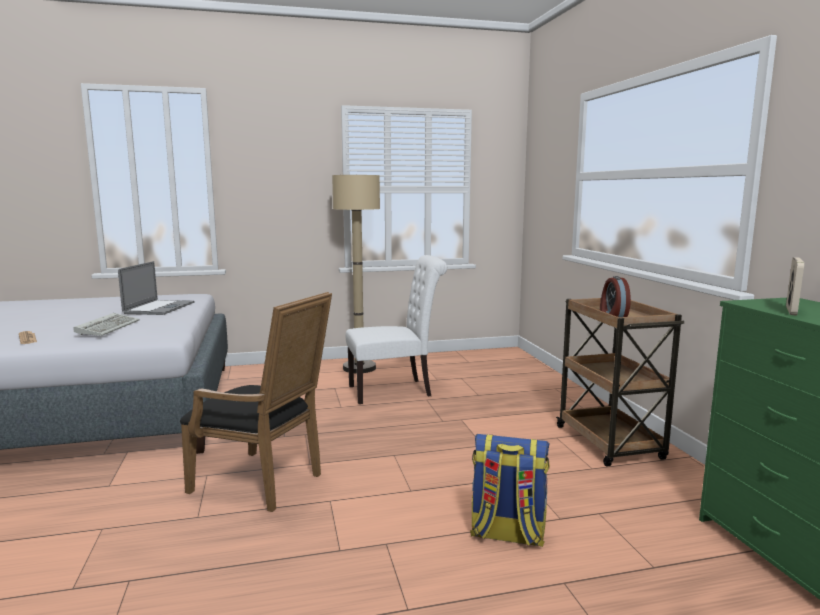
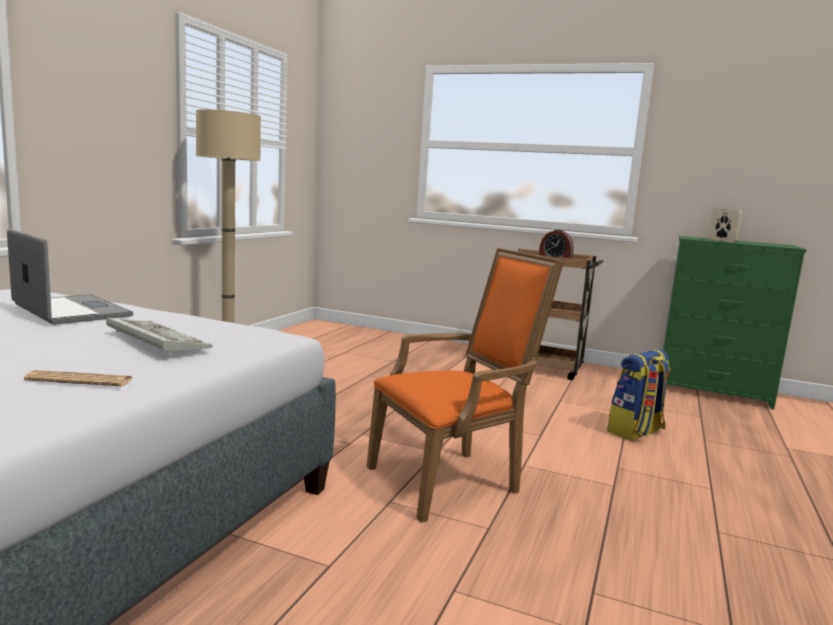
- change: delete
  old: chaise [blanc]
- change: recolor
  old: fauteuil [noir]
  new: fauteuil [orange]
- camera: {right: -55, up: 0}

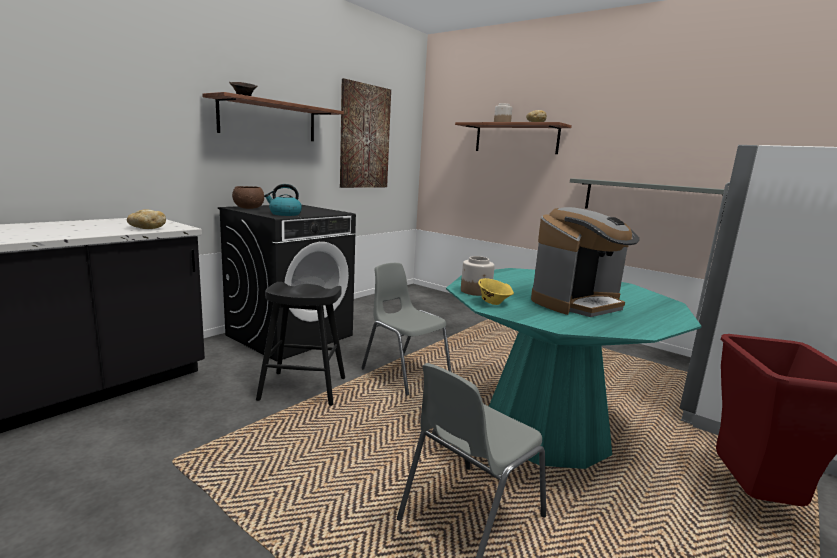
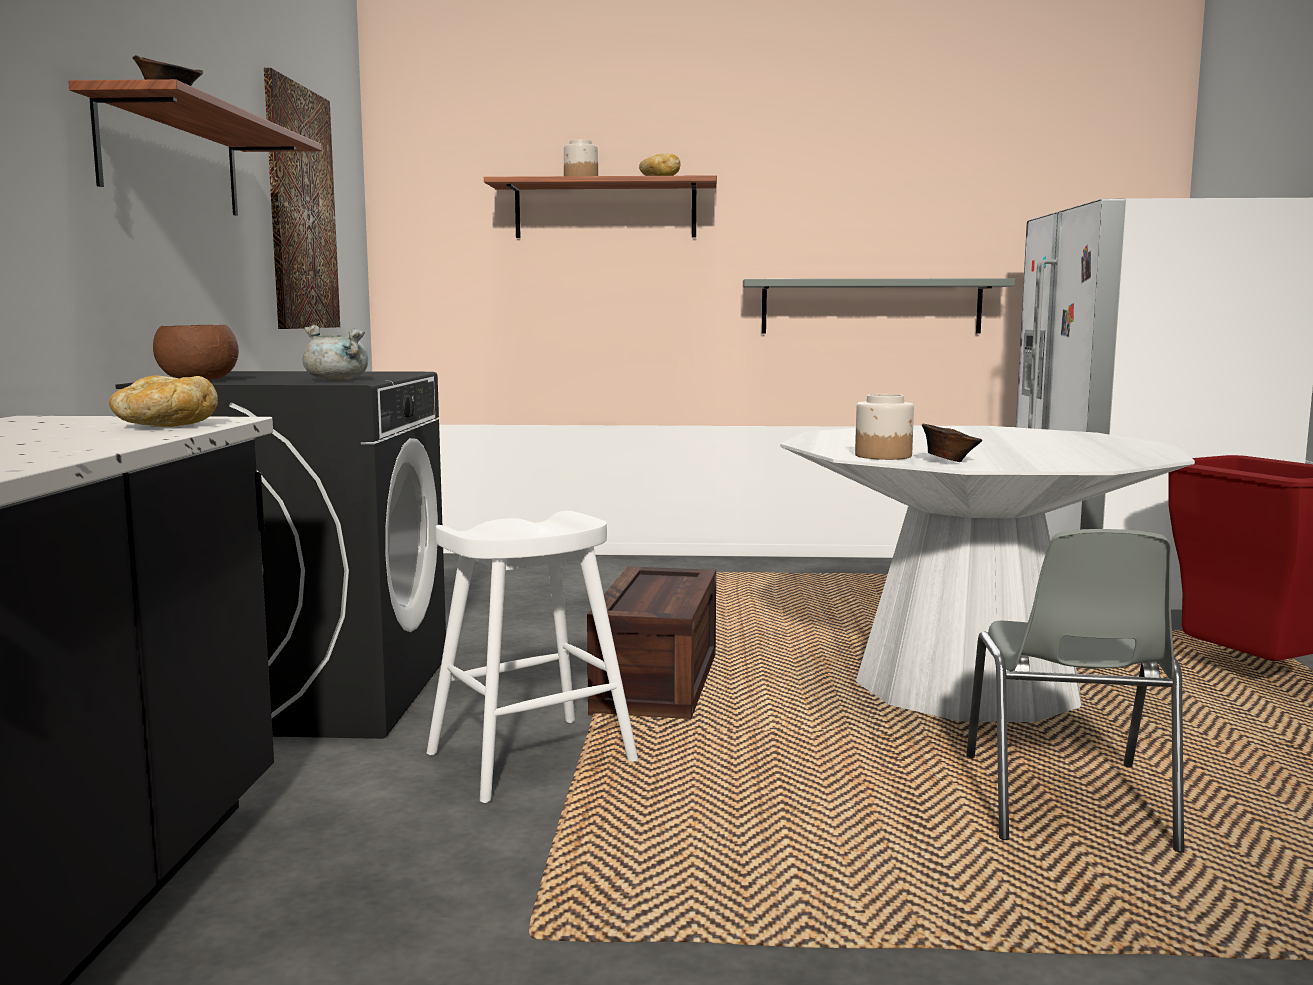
- change: delete
  old: machine à café
- change: replace
  old: bouilloire
  new: marmite [gris]
- change: replace
  old: chaise [gris] (1st from left)
  new: caisse
- change: recolor
  old: tabouret [noir]
  new: tabouret [blanc]
- change: recolor
  old: table à manger [turquoise]
  new: table à manger [blanc]
- change: recolor
  old: bol [jaune]
  new: bol [marron] (3rd from left)
- camera: {right: -35, up: -5}

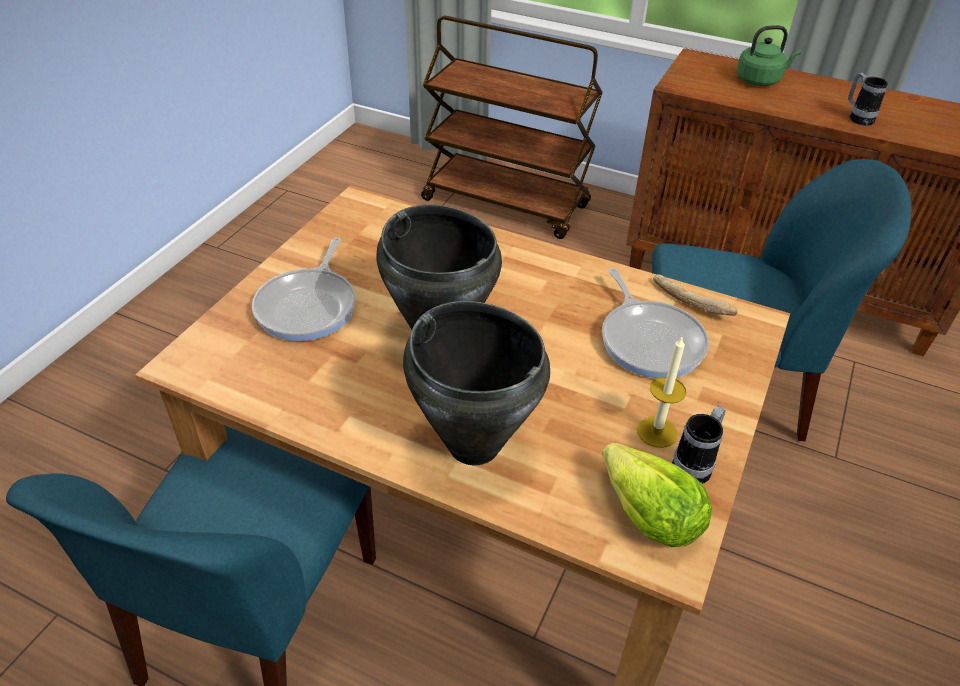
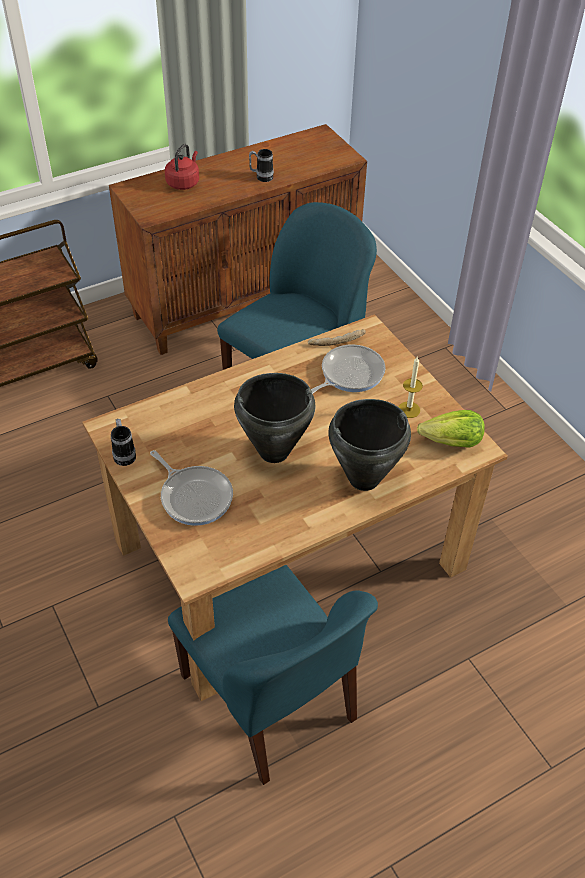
- change: move
  old: mug (1st from left)
- change: recolor
  old: bouilloire [vert]
  new: bouilloire [rouge]
- change: rotate
  old: poêle (2nd from left)
  degrees: -60
- camera: {right: -55, up: 5}

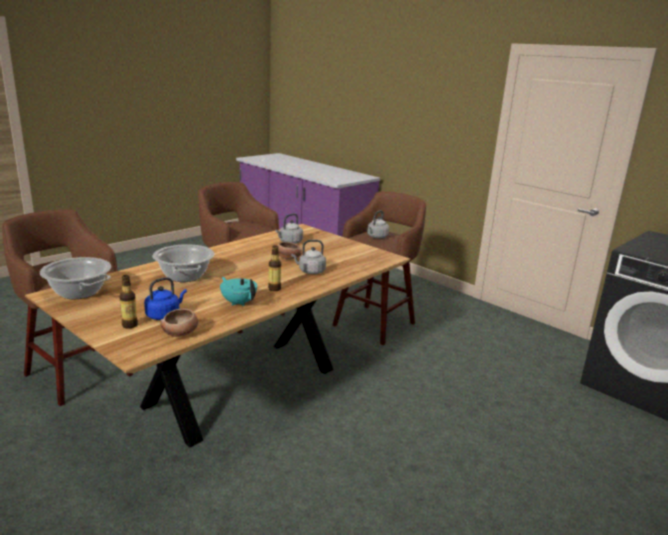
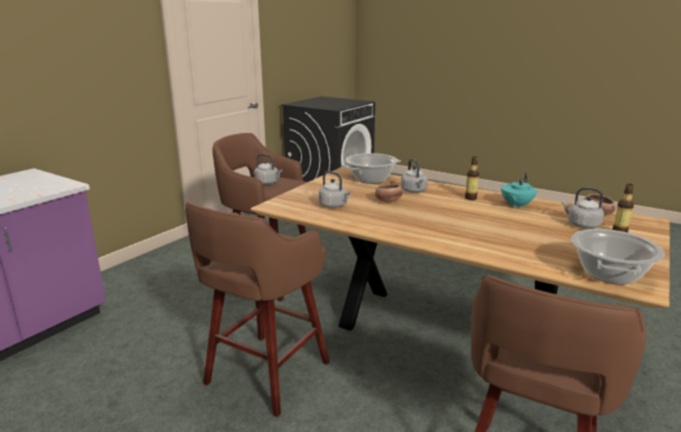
- change: move
  old: marmite (2nd from left in the first image)
  new: marmite (1st from left)
- change: recolor
  old: bouilloire [bleu]
  new: bouilloire [gris] (4th from left)
- camera: {right: -100, up: 0}

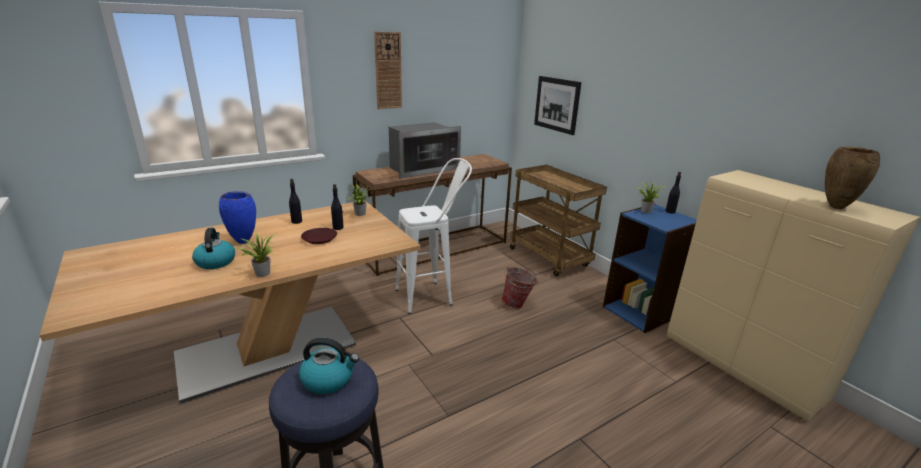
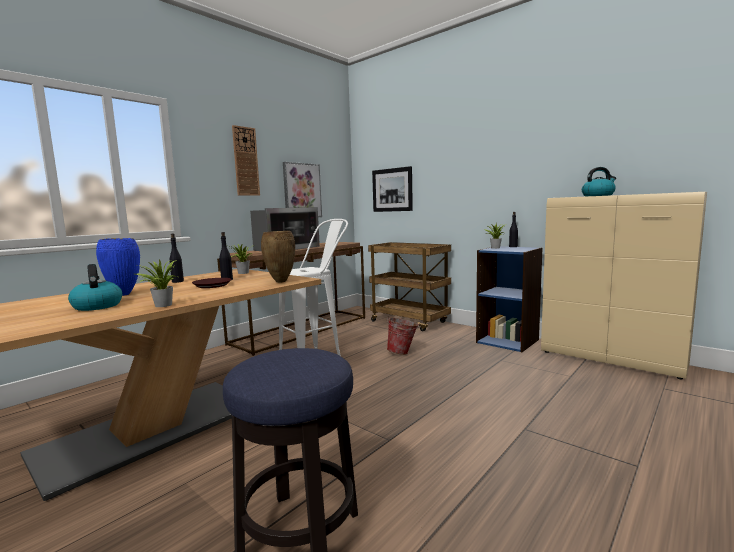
- change: insert
  new: tableau (1st from left)
- change: move
  old: bouilloire (2nd from left)
- change: move
  old: vase [marron]
- camera: {right: -15, up: -15}

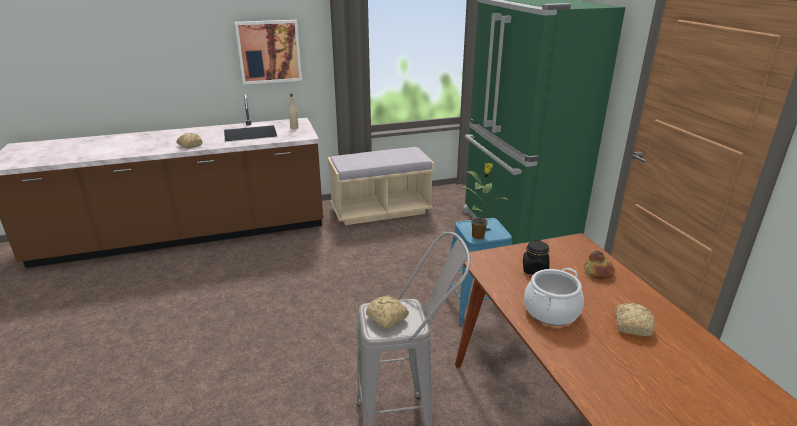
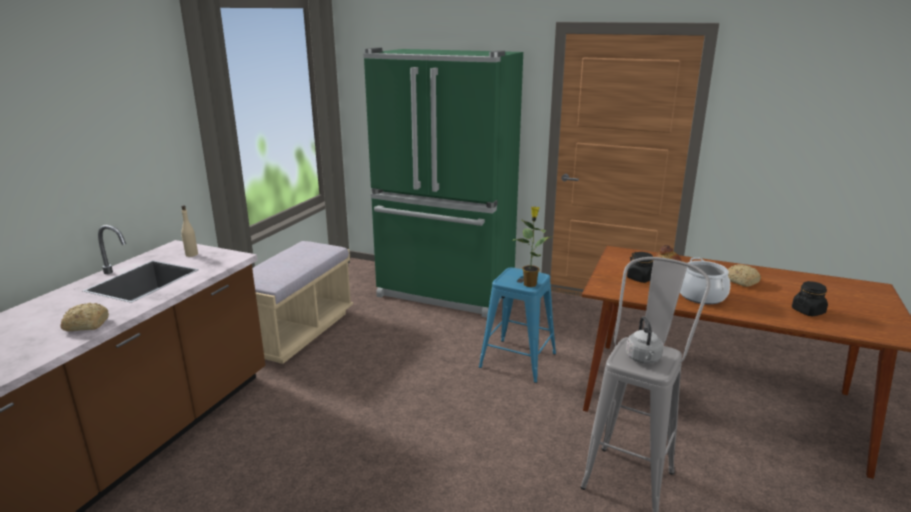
- change: delete
  old: tableau
- change: insert
  new: bocal [noir] (2nd from left)
- change: replace
  old: pain (2nd from left)
  new: bouilloire [gris]
- camera: {right: -50, up: -5}

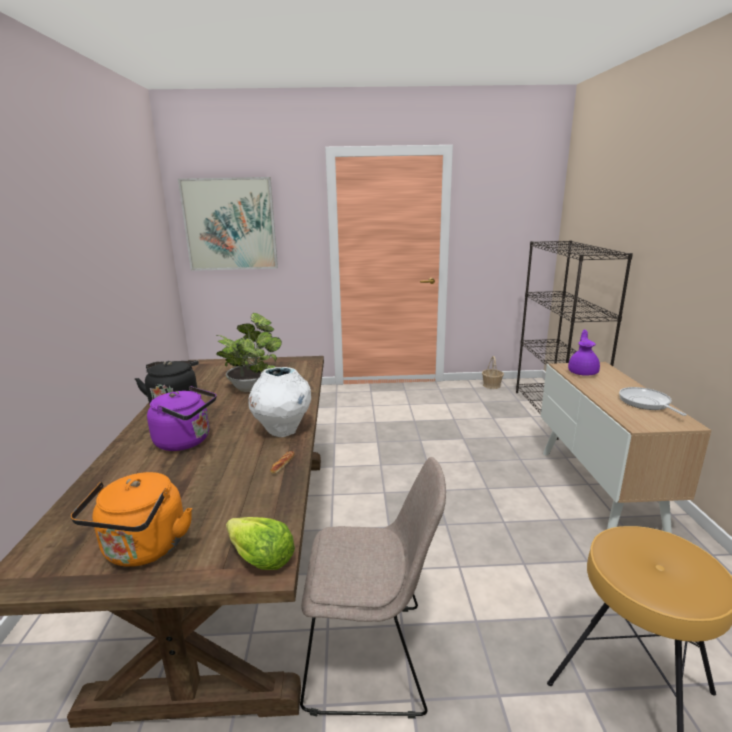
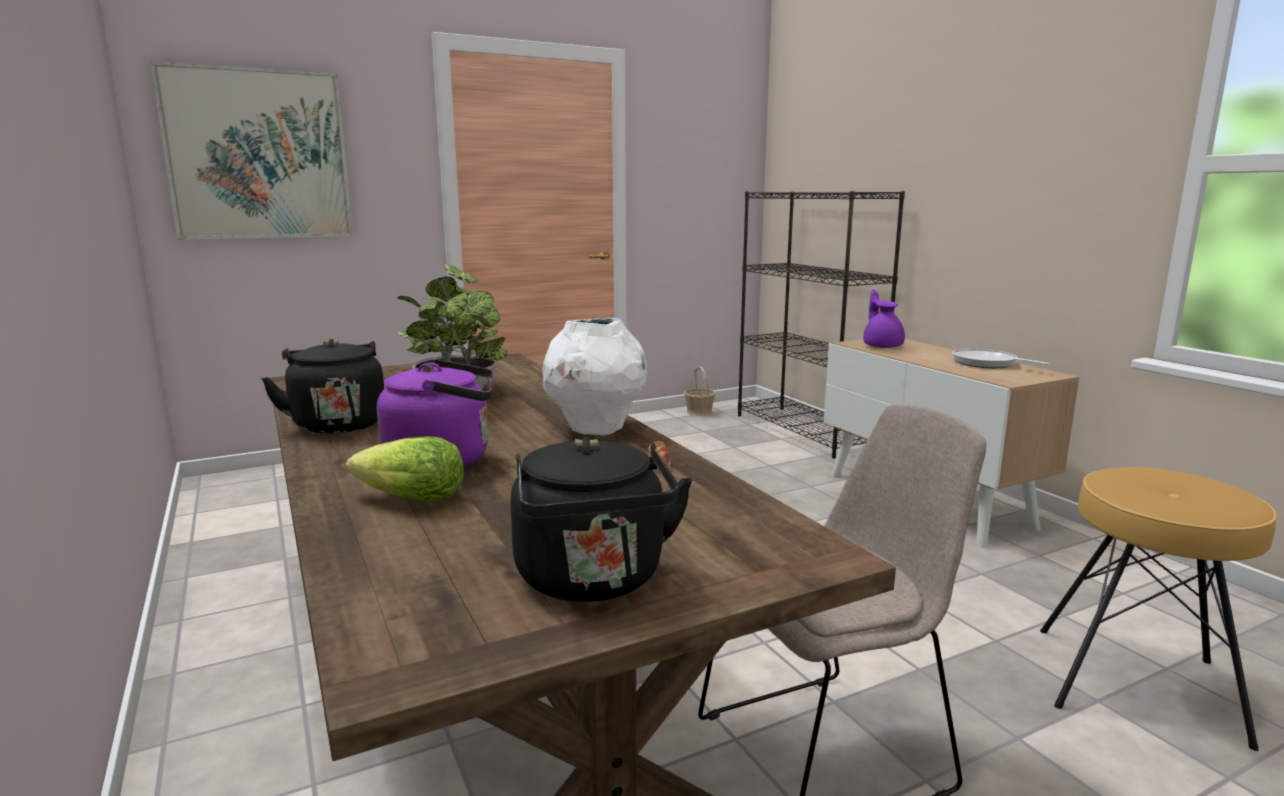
- change: move
  old: laitue
- change: recolor
  old: bouilloire [orange]
  new: bouilloire [noir] (2nd from left)
- camera: {right: -25, up: -5}

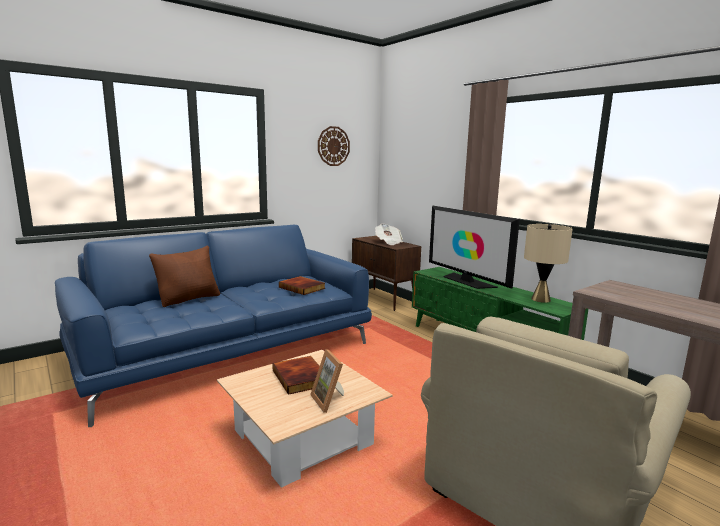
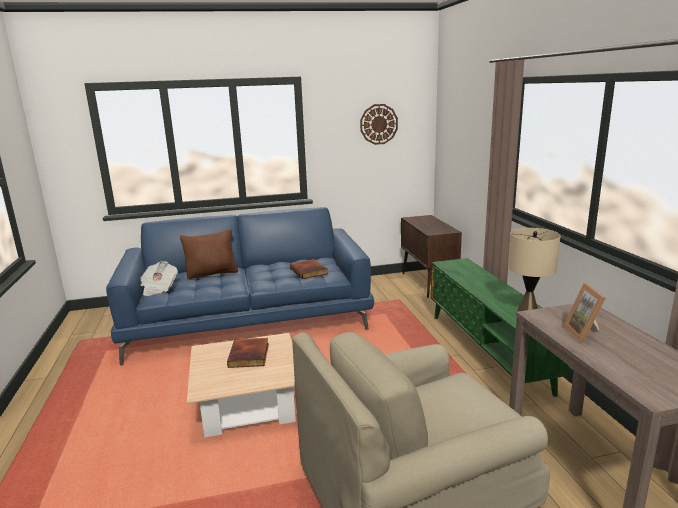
- change: delete
  old: téléviseur
- change: move
  old: cadre photo
- change: move
  old: journal
- camera: {right: 25, up: 5}

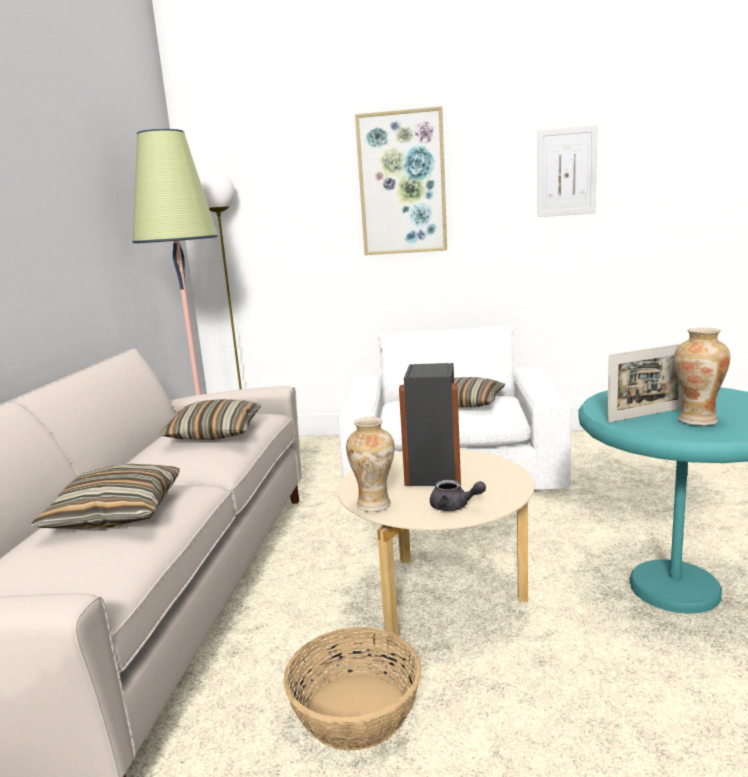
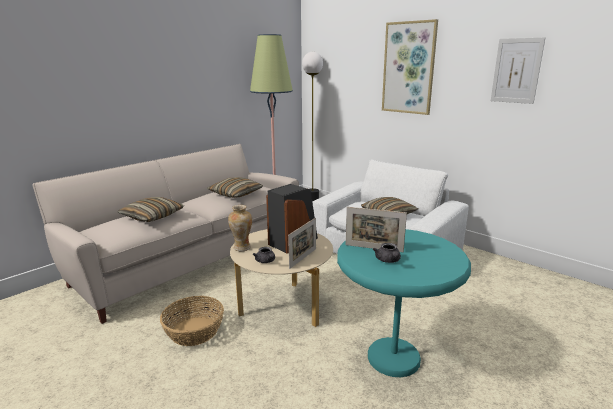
- change: insert
  new: cadre photo (1st from left)
- change: replace
  old: vase (2nd from left)
  new: théière [gris] (2nd from left)
- camera: {right: 35, up: 5}

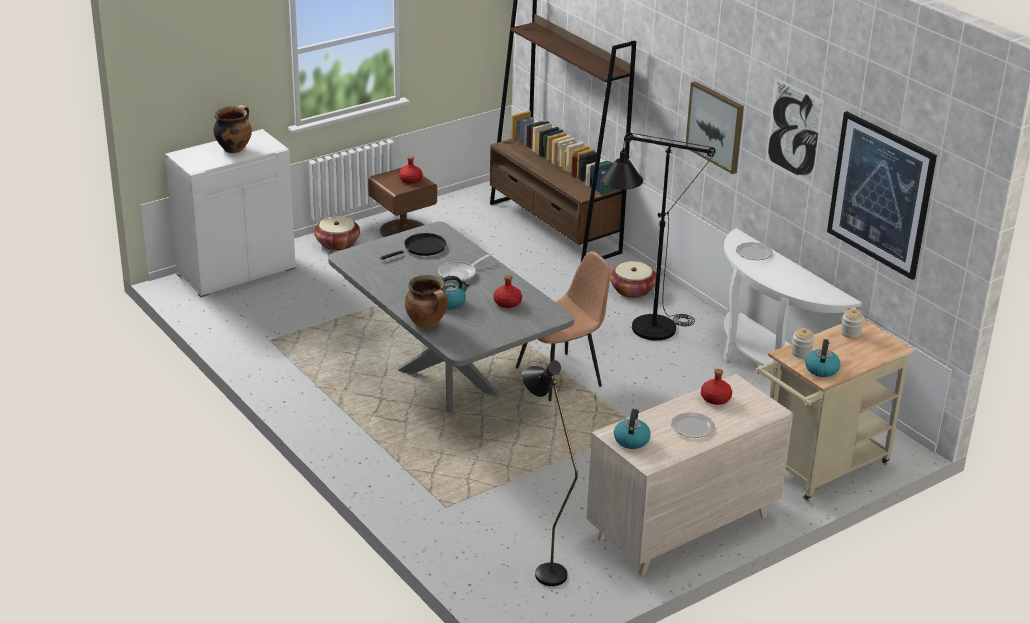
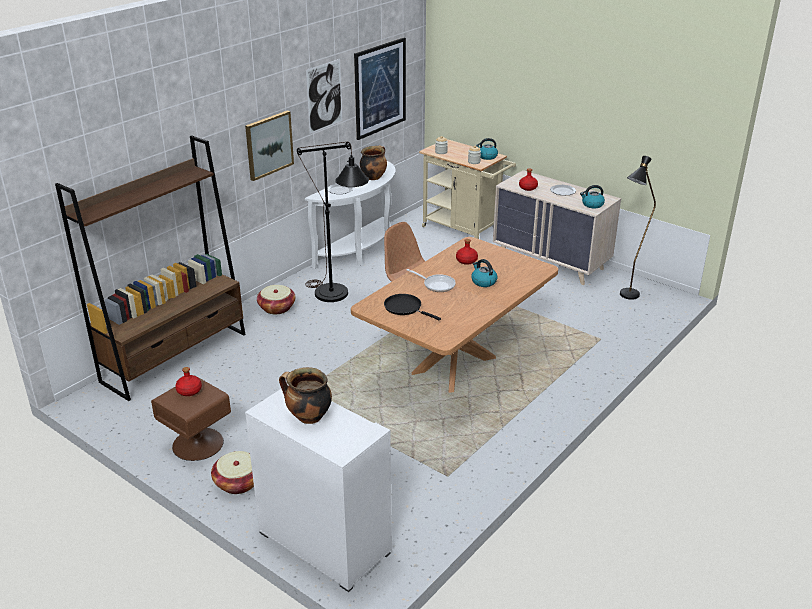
- change: move
  old: marmite (2nd from left)
- change: recolor
  old: table à manger [gris]
  new: table à manger [marron]
- camera: {right: -105, up: 0}

